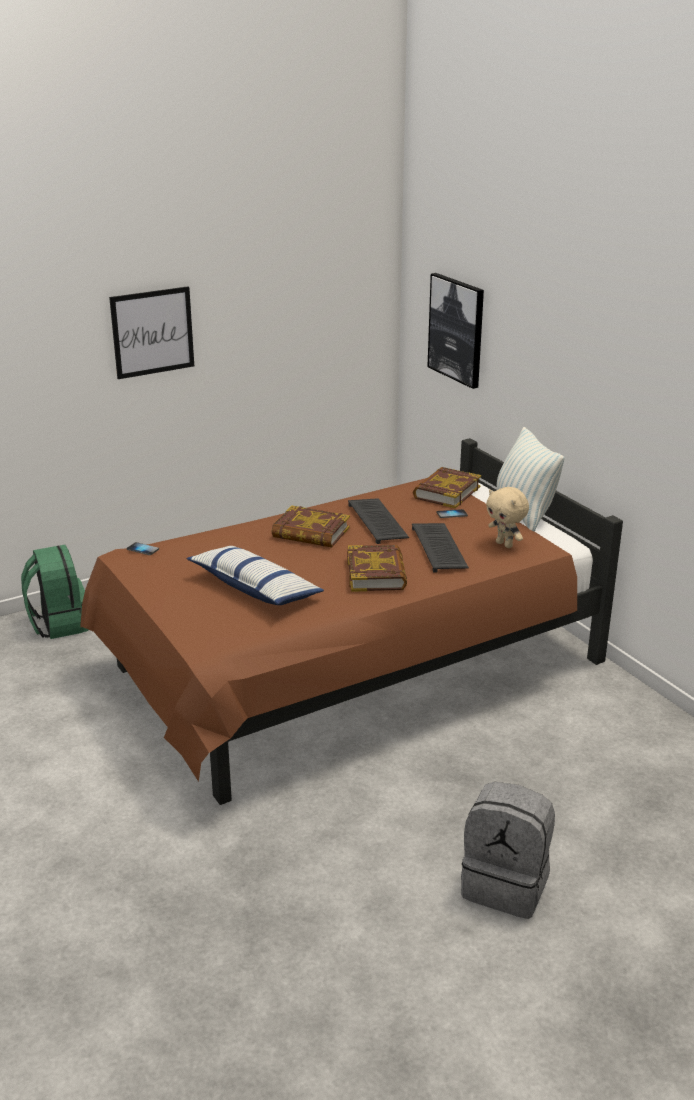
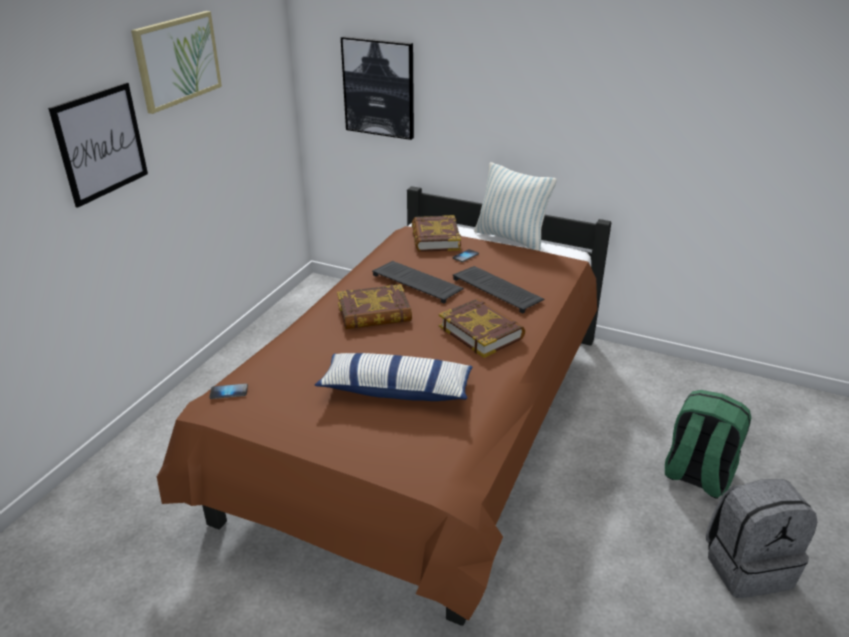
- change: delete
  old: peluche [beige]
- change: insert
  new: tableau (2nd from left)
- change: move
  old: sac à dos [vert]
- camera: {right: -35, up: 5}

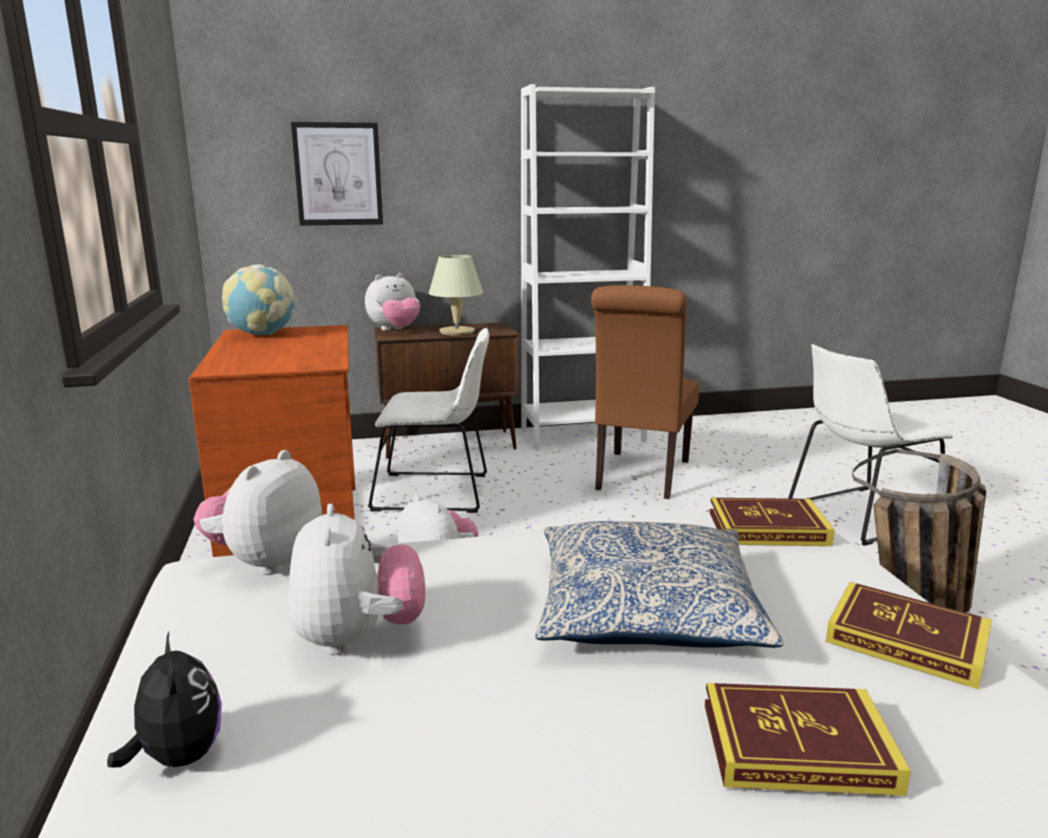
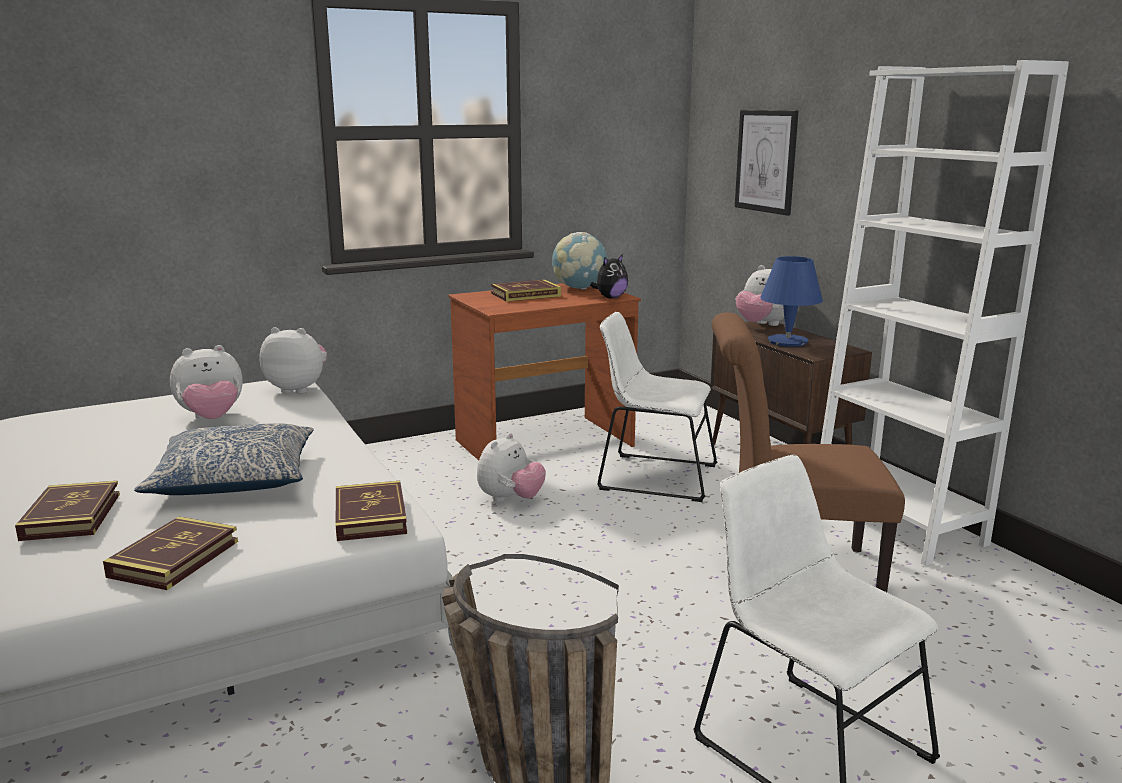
- change: insert
  new: livre (4th from left)
- change: move
  old: peluche (1st from left in the first image)
  new: peluche (4th from left)
- change: recolor
  old: lampe de table [beige]
  new: lampe de table [bleu]
- change: rotate
  old: chaise [blanc] (1st from left)
  degrees: 120
- camera: {right: 75, up: 0}

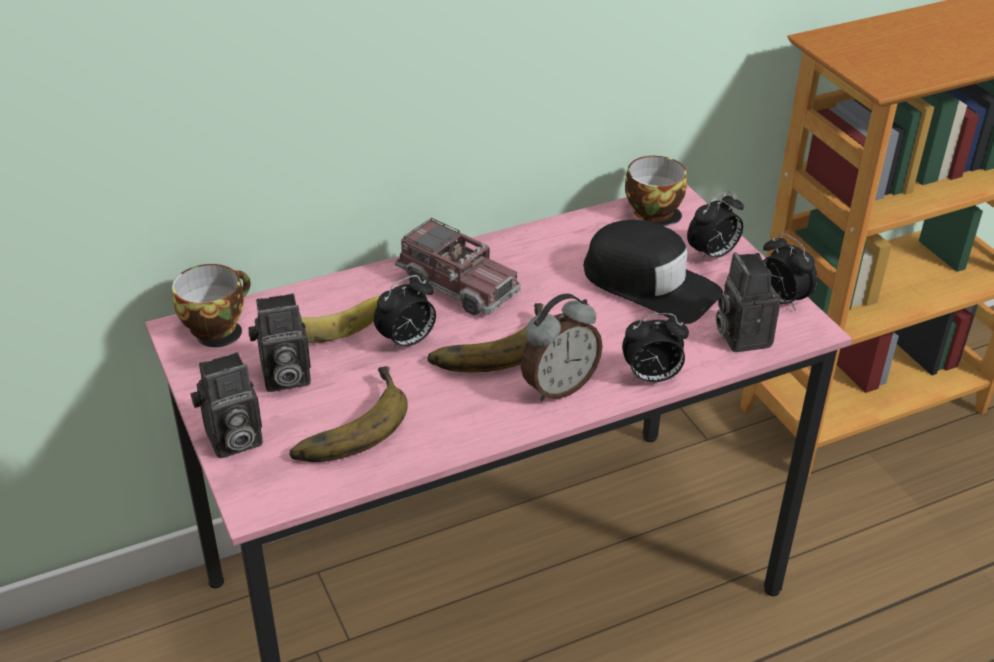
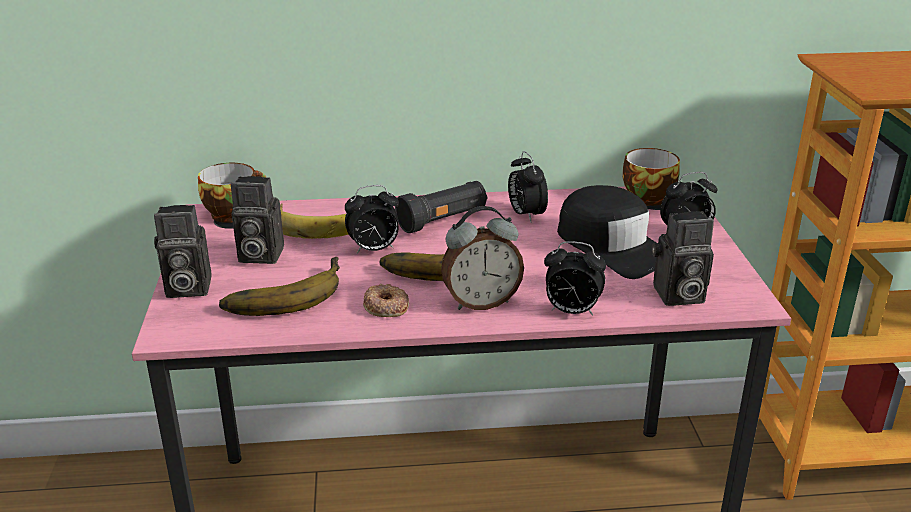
- change: insert
  new: beignet
- change: move
  old: réveil (5th from left in the first image)
  new: réveil (3rd from left)
- change: replace
  old: camion jouet
  new: lampe de poche [noir]
- change: rotate
  old: appareil photo (3rd from left)
  degrees: -105
- camera: {right: 20, up: -10}

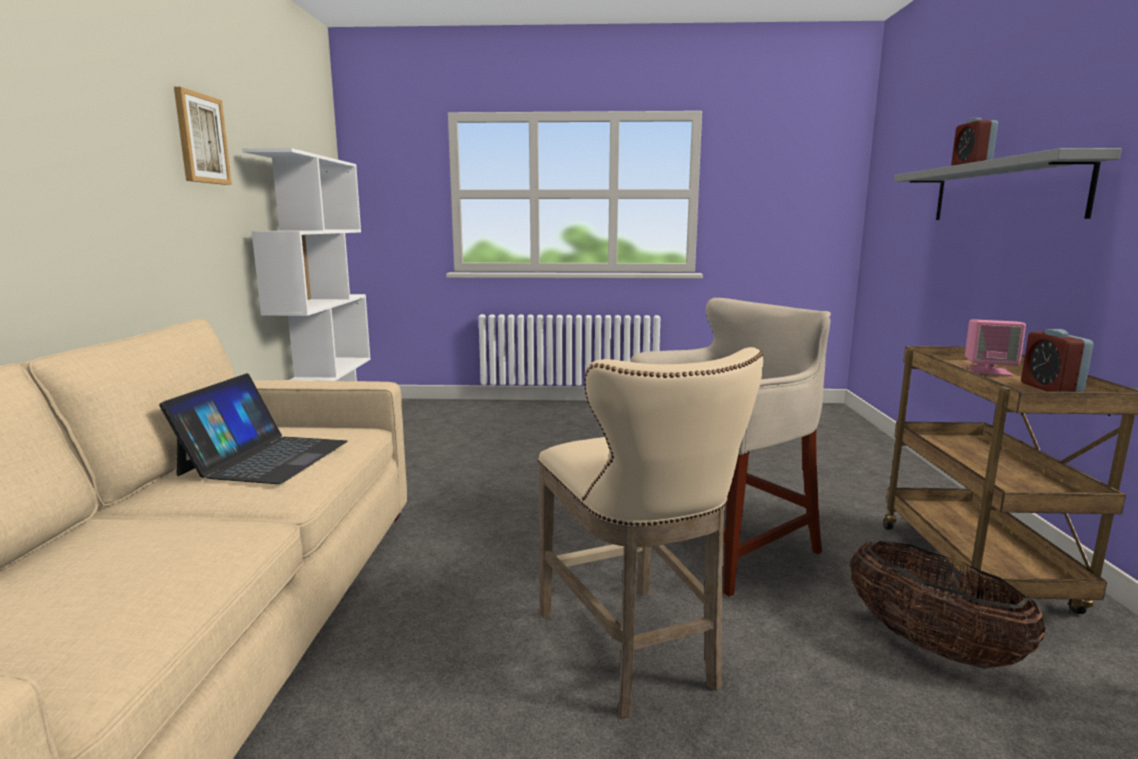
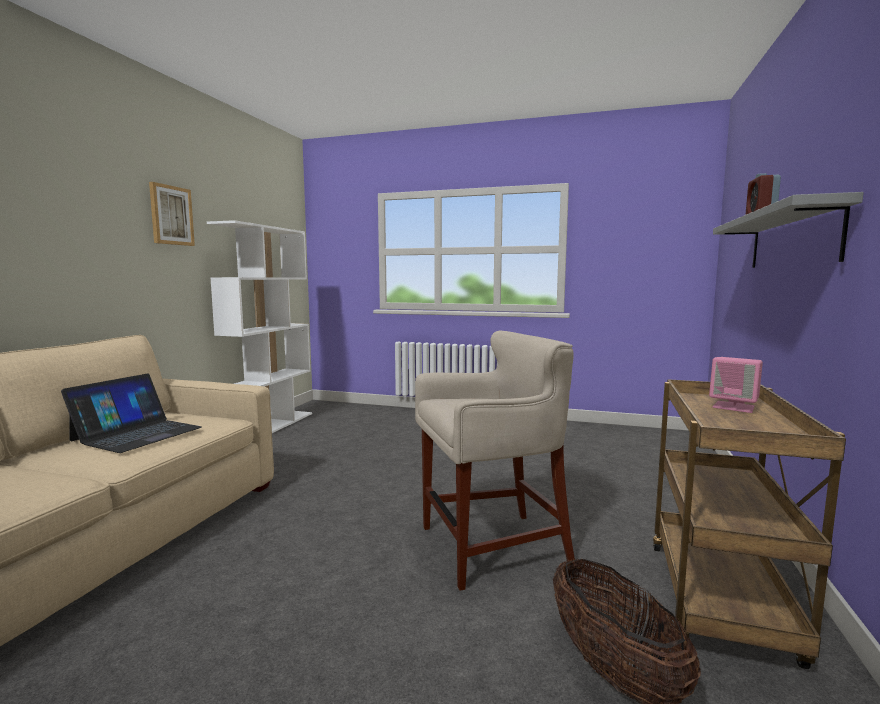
- change: delete
  old: tabouret [beige] (1st from left)
- change: delete
  old: réveil (2nd from left)
- camera: {right: 15, up: -5}

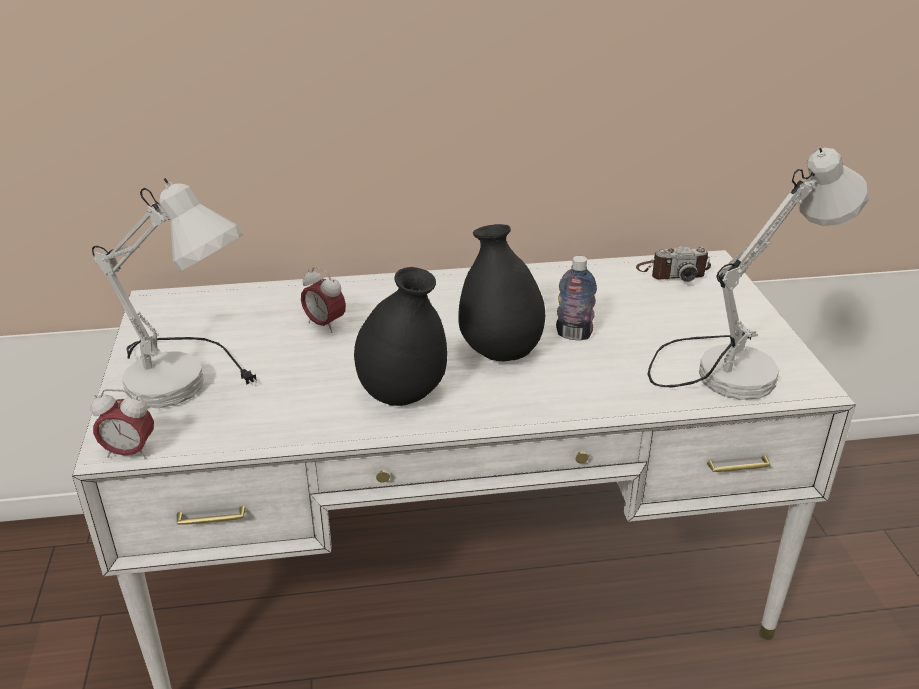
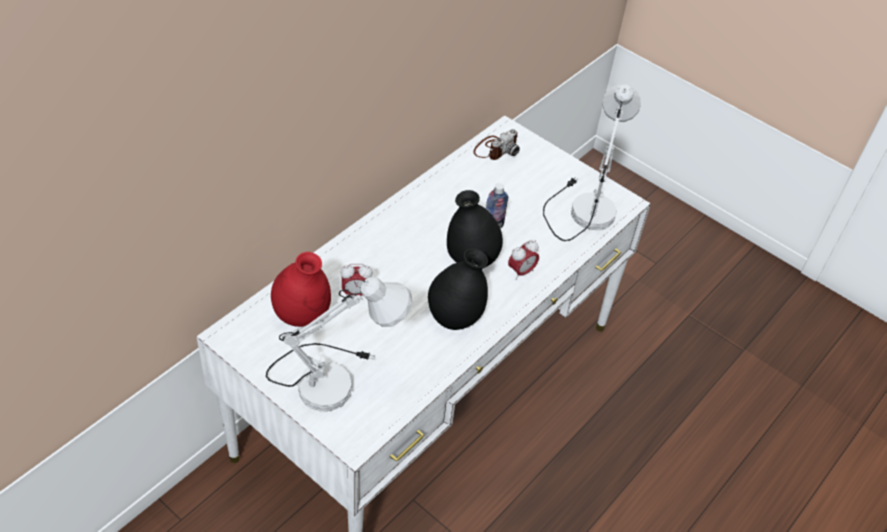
- change: insert
  new: vase [rouge]
- change: move
  old: réveil (1st from left in the first image)
  new: réveil (2nd from left)
- camera: {right: -45, up: 15}

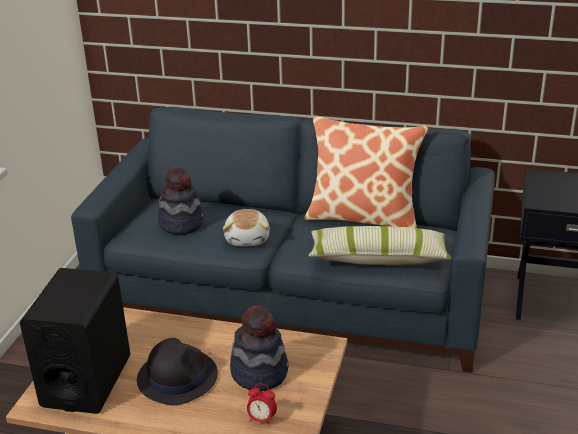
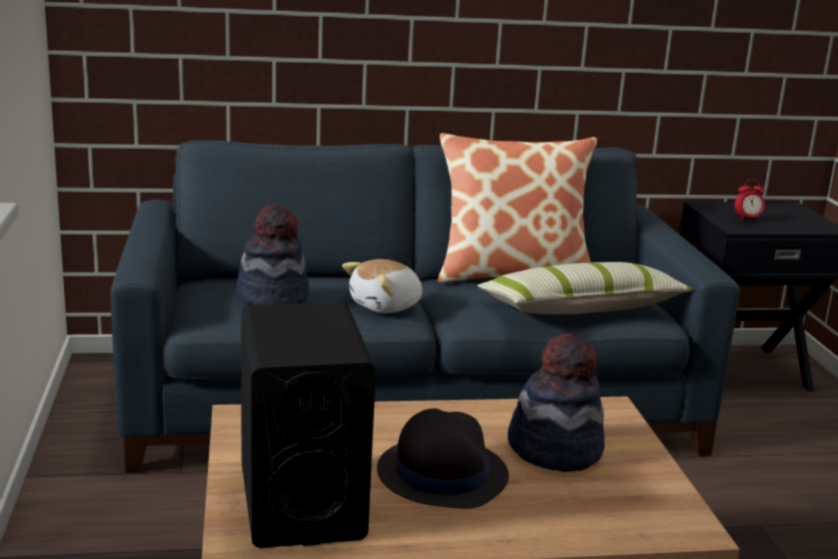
- change: move
  old: réveil
- change: rotate
  old: peluche
  degrees: 75
- camera: {right: -25, up: -10}

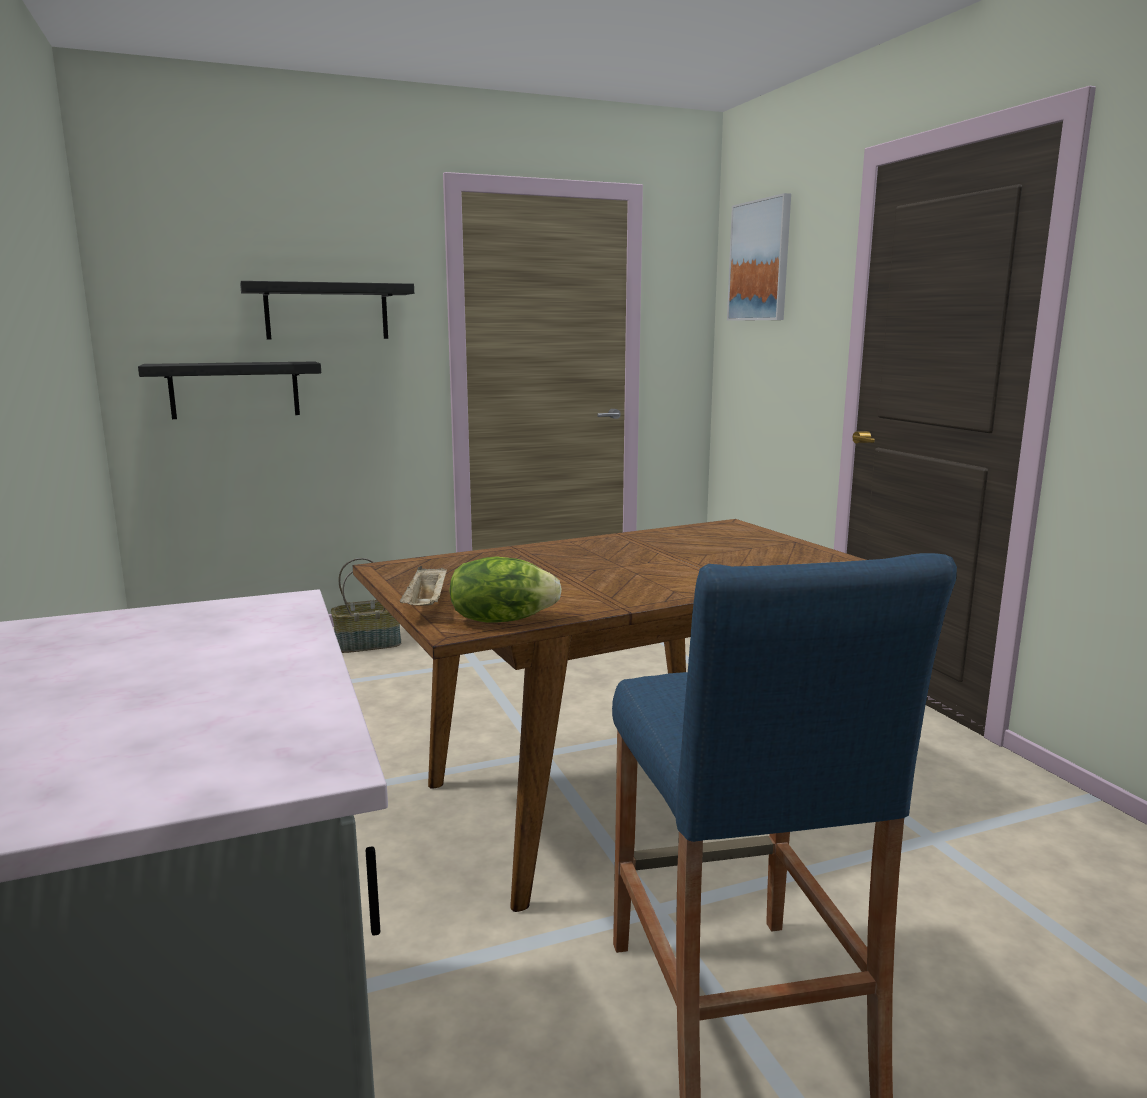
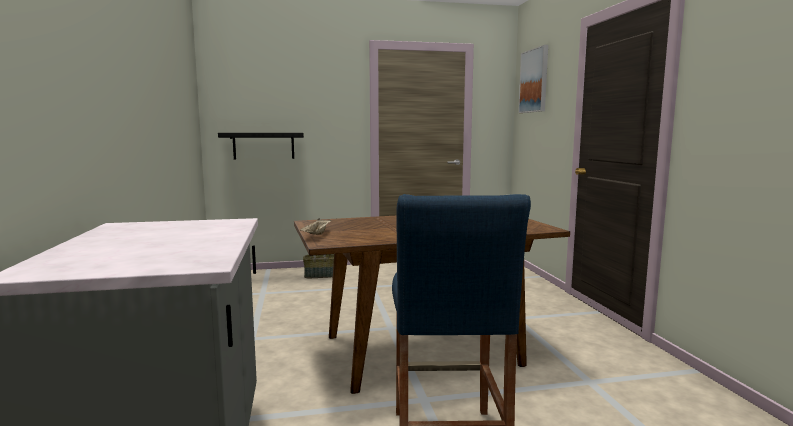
- change: delete
  old: étagère [noir] (2nd from left)
- change: delete
  old: laitue
- camera: {right: 10, up: -5}

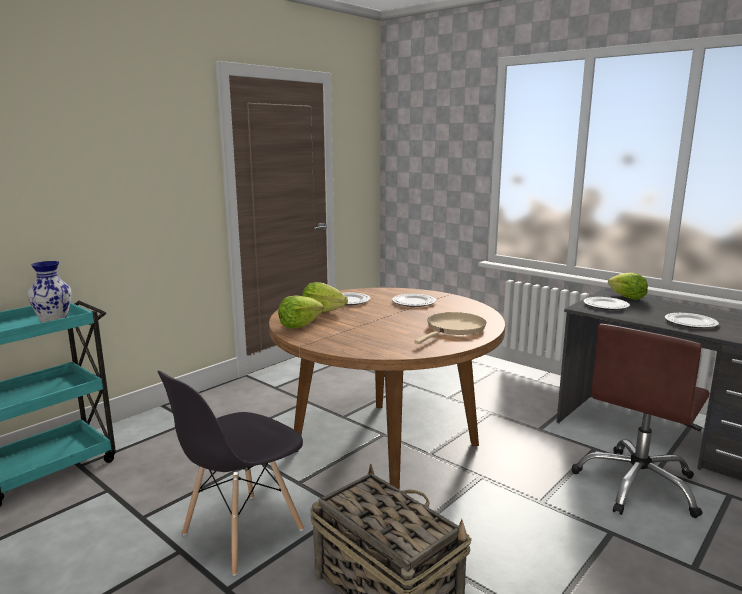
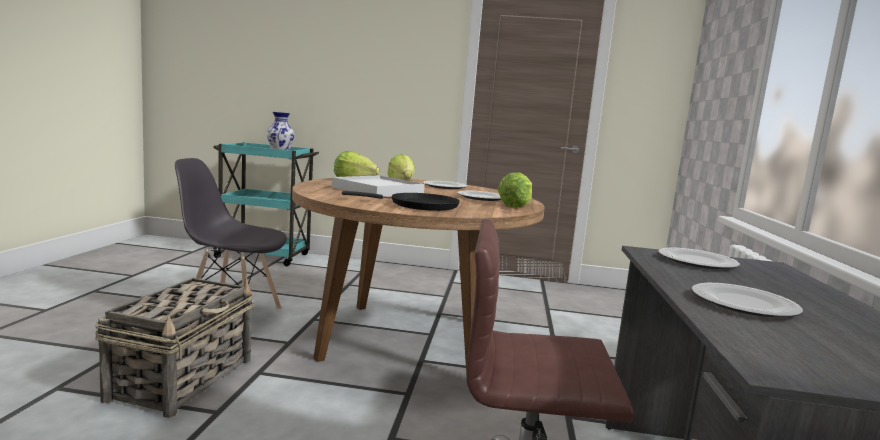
- change: insert
  new: plateau [blanc]
- change: move
  old: laitue (3rd from left)
- change: recolor
  old: poêle [beige]
  new: poêle [noir]
- camera: {right: 55, up: -5}

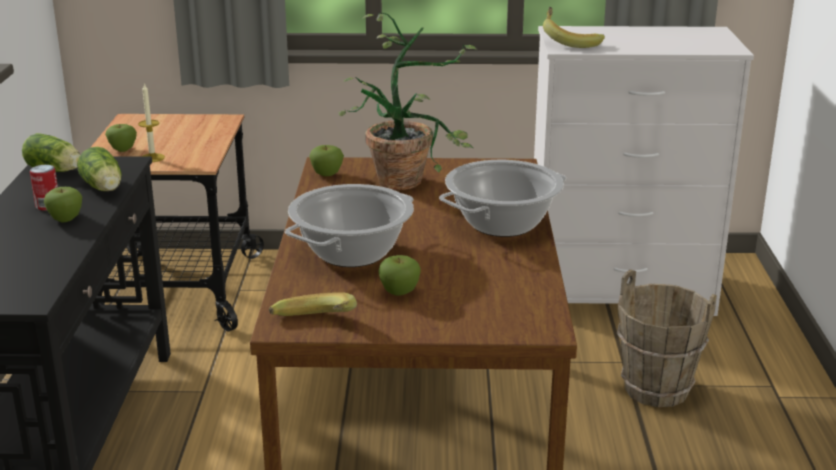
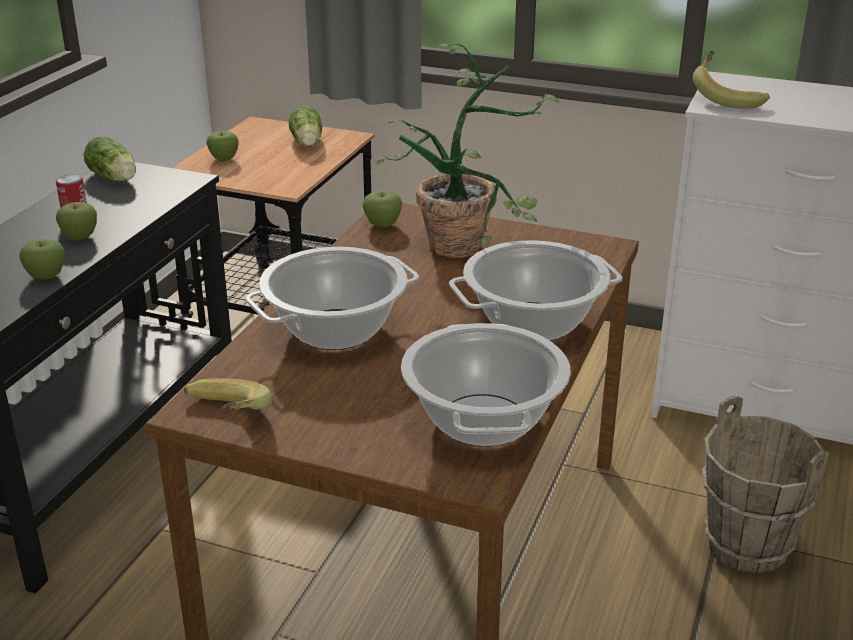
- change: delete
  old: bougie
- change: insert
  new: marmite (2nd from left)
- change: move
  old: laitue (2nd from left)
- change: move
  old: pomme (4th from left in the first image)
  new: pomme (1st from left)
- camera: {right: 20, up: 5}

